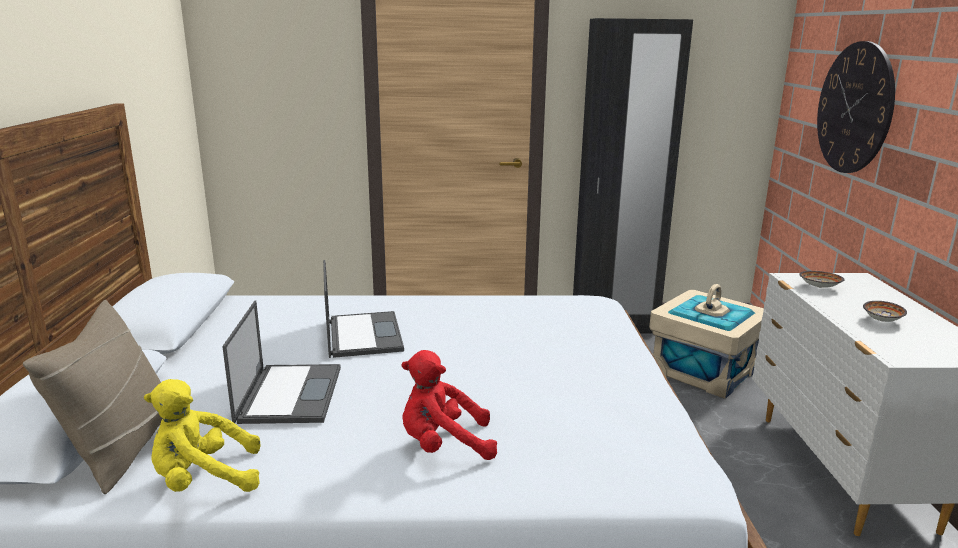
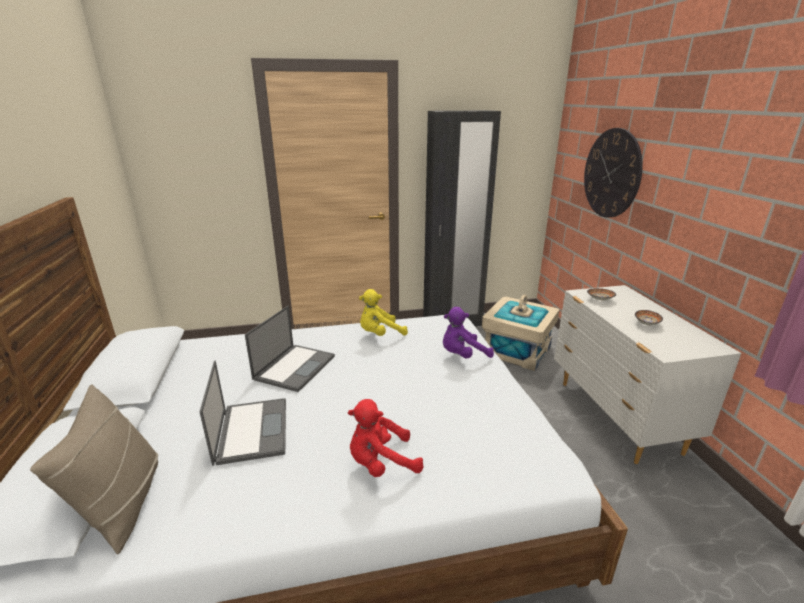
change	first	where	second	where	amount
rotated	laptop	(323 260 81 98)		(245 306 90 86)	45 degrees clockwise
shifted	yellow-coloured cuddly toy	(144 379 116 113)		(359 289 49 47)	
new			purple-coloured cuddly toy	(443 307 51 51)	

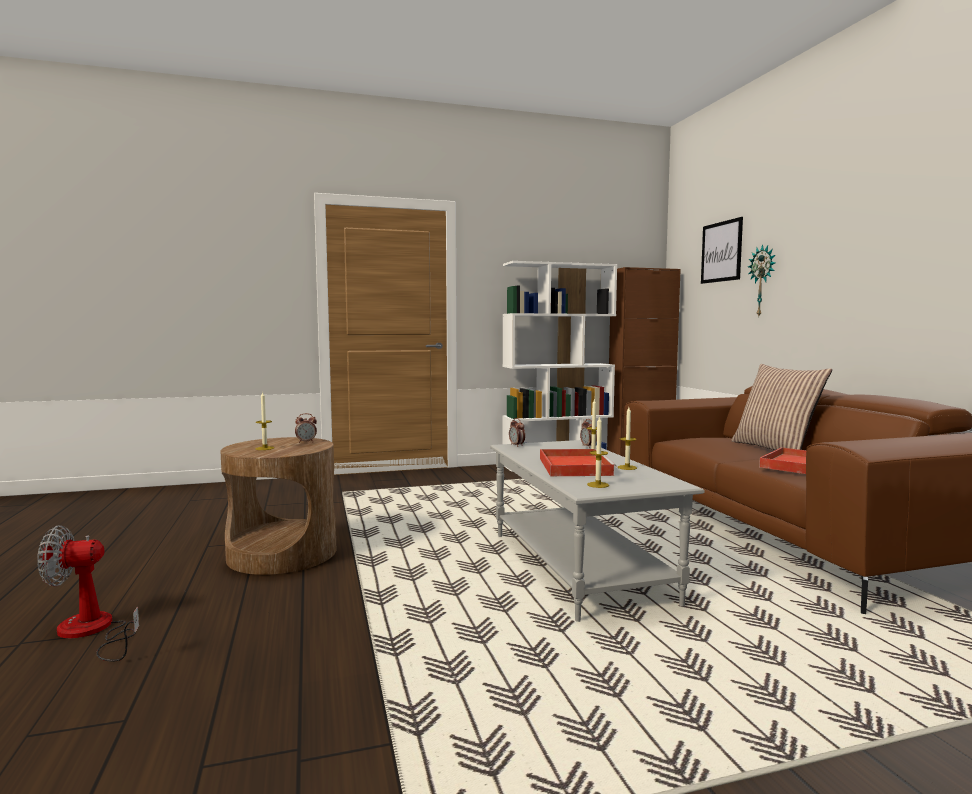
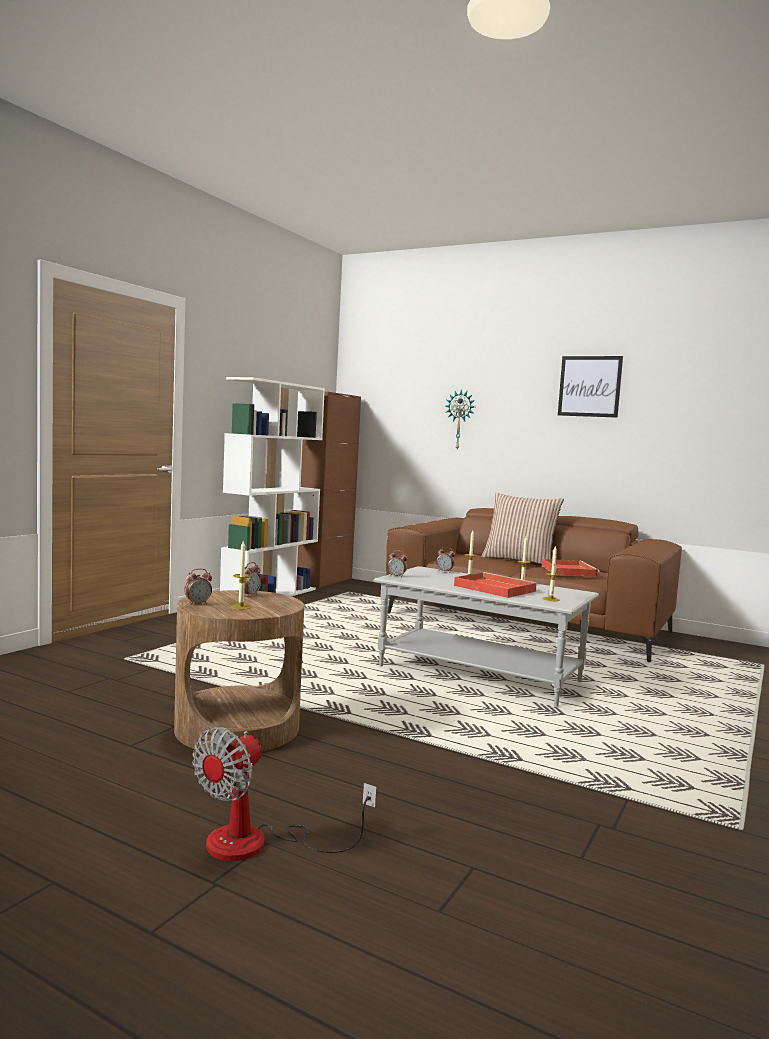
change	first	where	second	where	amount
new			bedside clock	(184 568 28 37)	
shifted	wall picture	(701 217 42 67)		(558 356 65 62)	

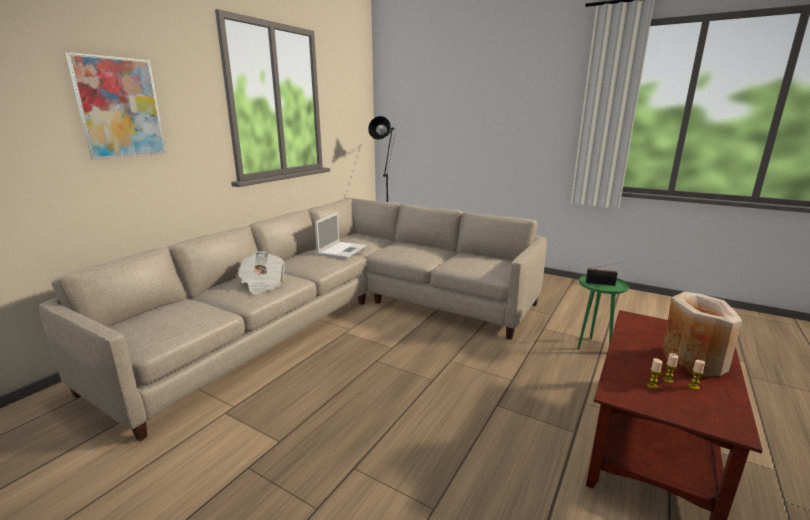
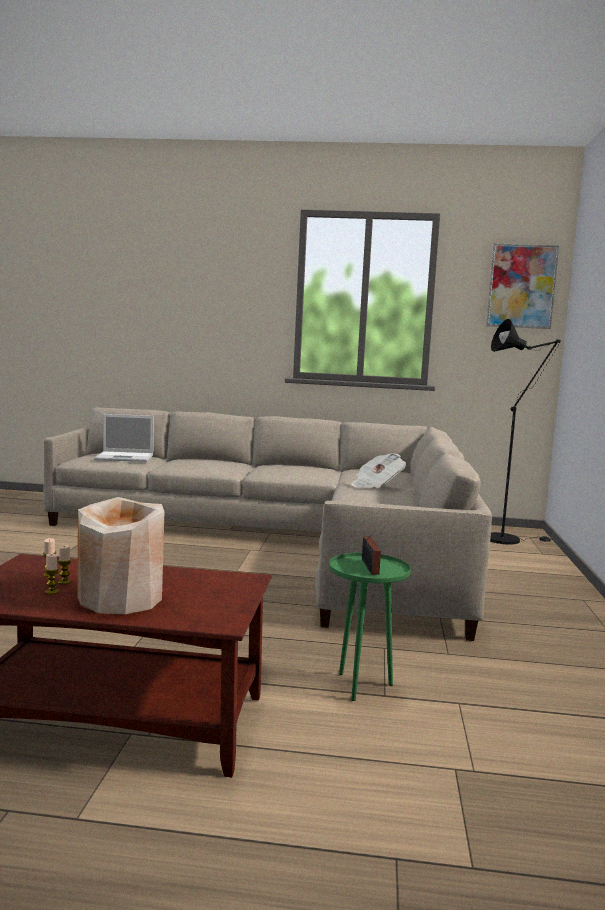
change	first	where	second	where	amount
shifted	laptop	(315 212 52 47)		(94 414 60 48)	
shifted	printed paper	(237 251 48 43)		(351 453 55 35)	
shifted	wall picture	(66 52 100 108)		(486 244 73 85)	

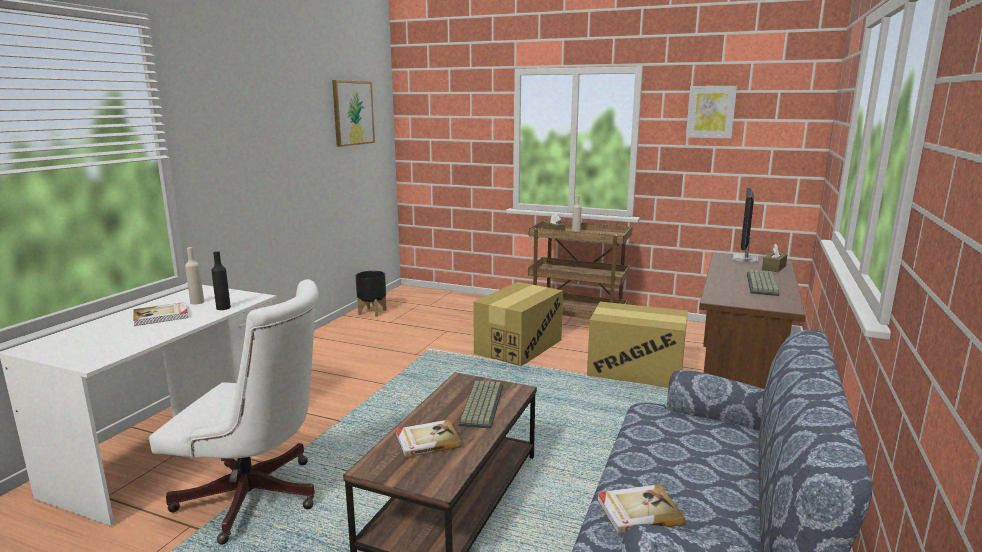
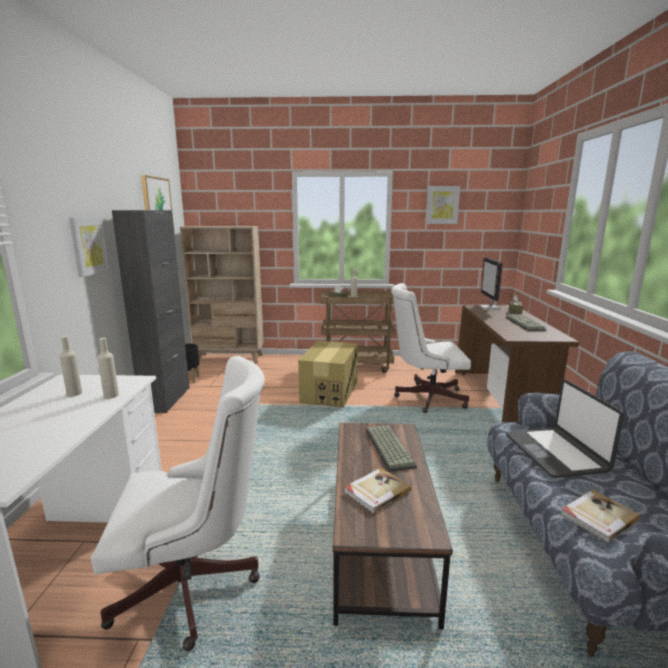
change	first	where	second	where	amount
new			wall picture	(69 217 41 60)	
repainted	black-coloured bottle	(211 251 20 59)	beige bottle	(98 338 21 61)	
new			black-coloured cupboard	(112 210 78 203)	
new			beige shelving unit	(180 226 84 138)	
swapped	packing box	(587 302 101 86)	white-coloured desk chair	(391 283 80 130)	
new			laptop	(506 379 118 99)	
gone	volume	(133 302 55 24)			

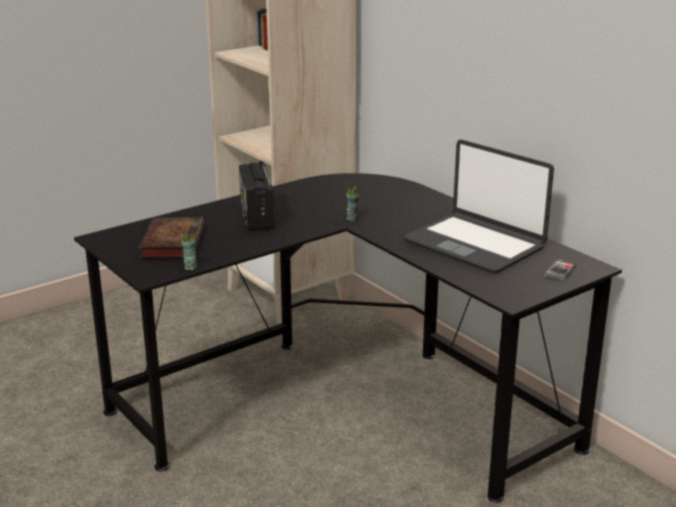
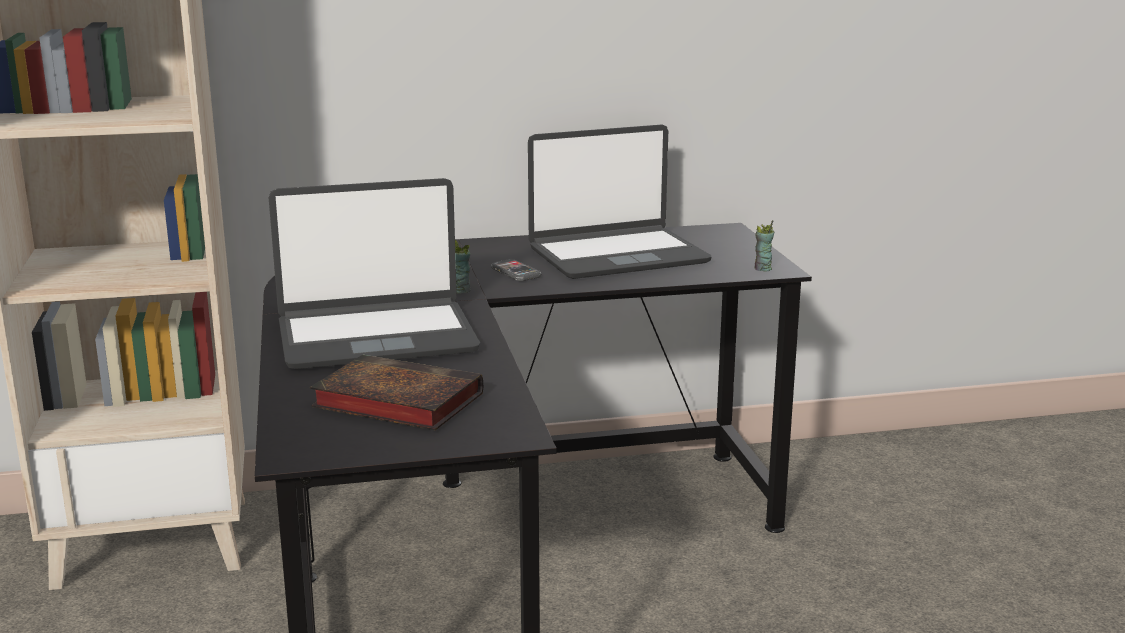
change	first	where	second	where	amount
swapped	radio	(239 162 35 69)	laptop	(269 178 211 191)	
shifted	handset	(543 259 34 22)		(491 259 50 22)	
shifted	drinking cup	(181 233 16 37)		(755 220 19 51)	

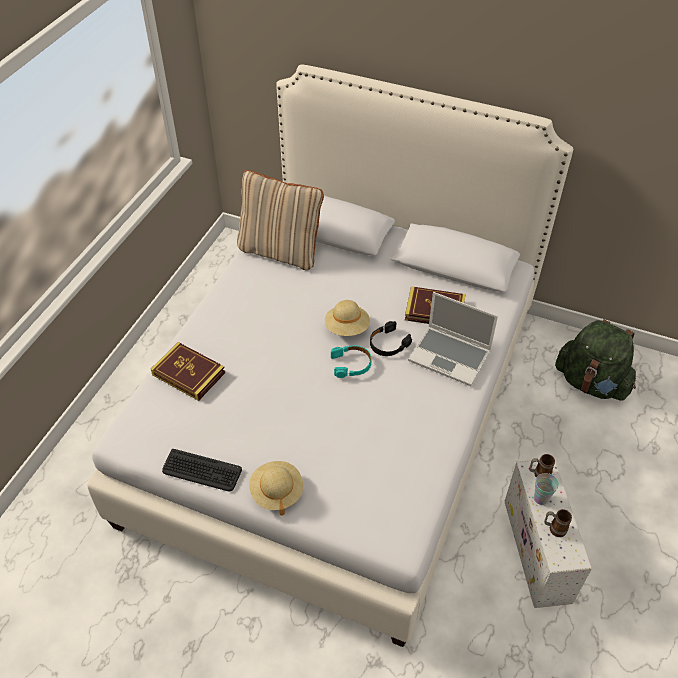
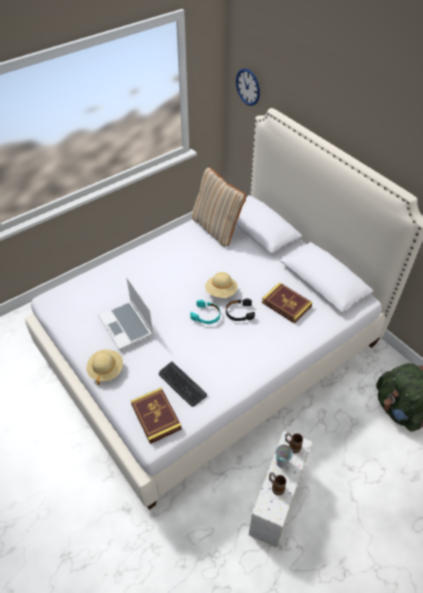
change	first	where	second	where	amount
shifted	laptop	(408 292 90 94)		(98 277 55 73)	
shifted	volume	(151 342 74 59)		(131 388 51 56)	
shifted	keyboard	(162 449 80 42)		(159 362 48 45)	
new			wall clock	(236 68 24 38)	

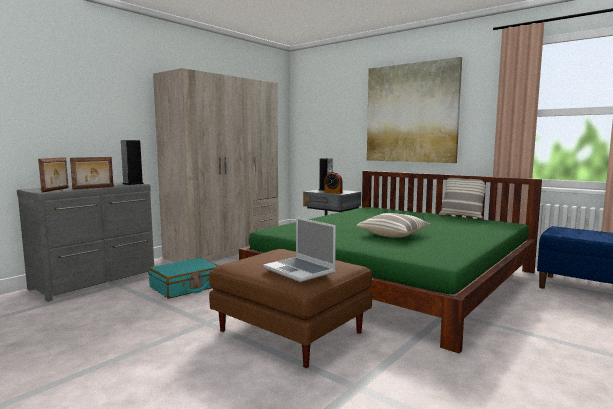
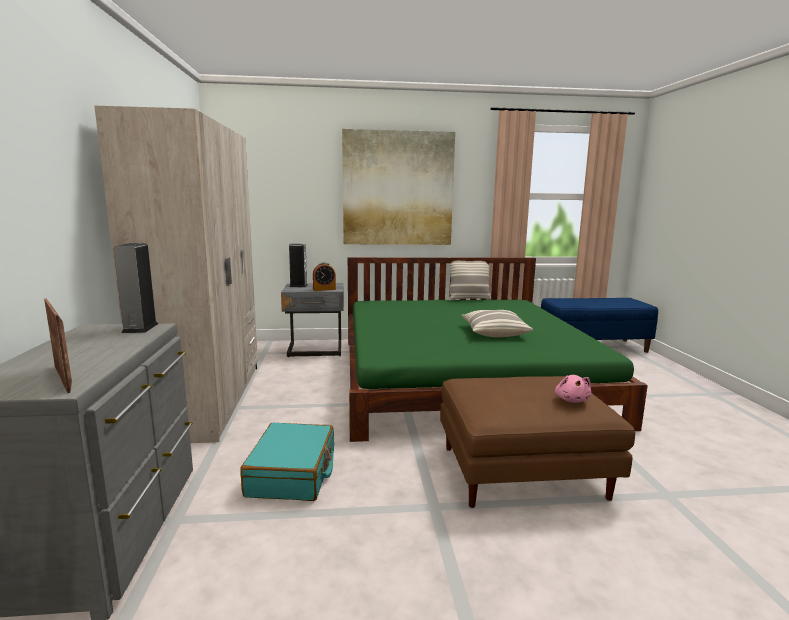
change	first	where	second	where	amount
swapped	laptop	(263 217 73 65)	pink cuddly toy	(555 375 36 28)	
gone	standing frame	(70 157 44 33)			

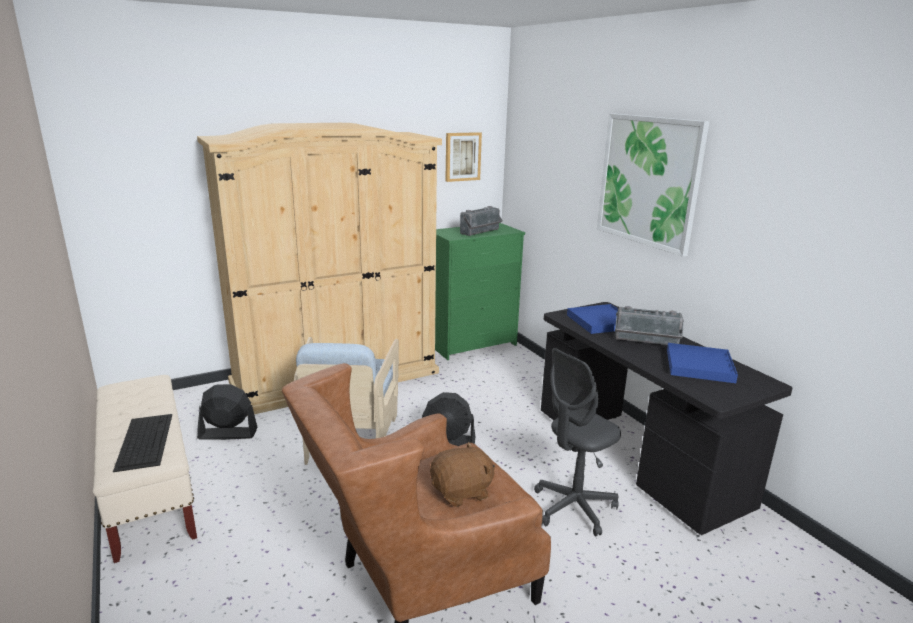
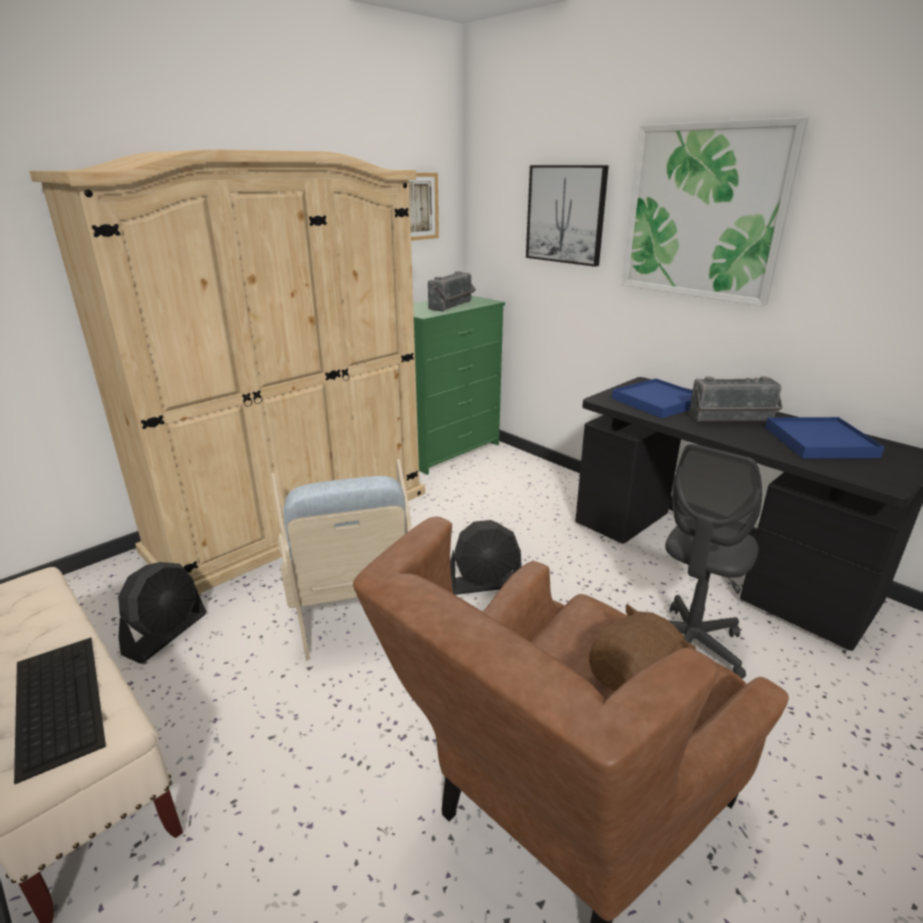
change	first	where	second	where	amount
rotated	black-coloured fan	(197 384 61 56)		(118 562 89 102)	135 degrees clockwise
new			wall picture	(526 165 83 102)	

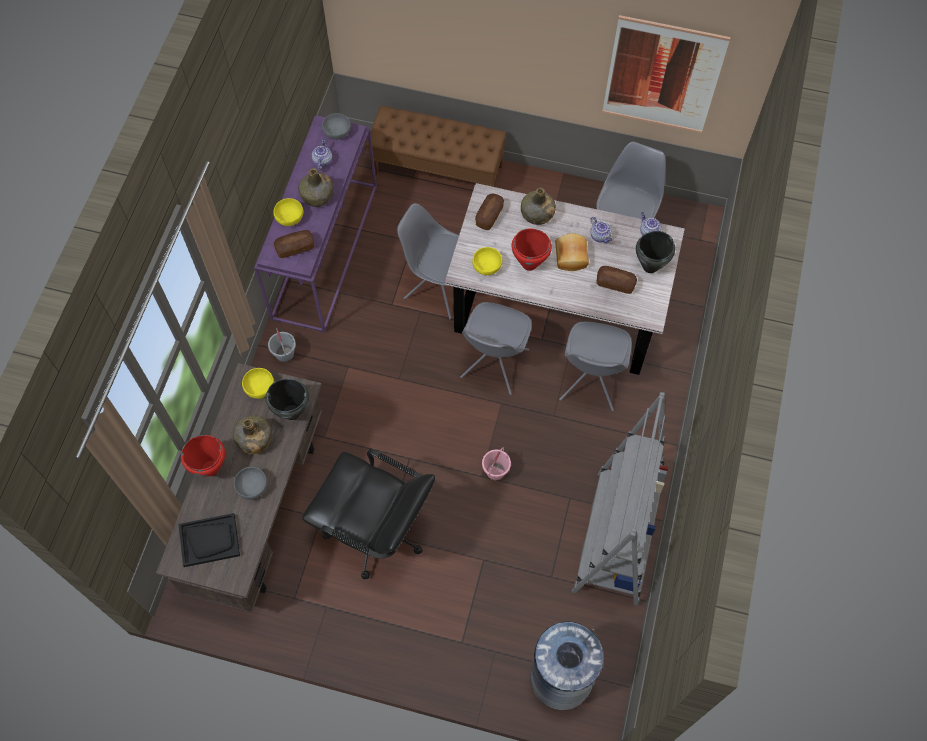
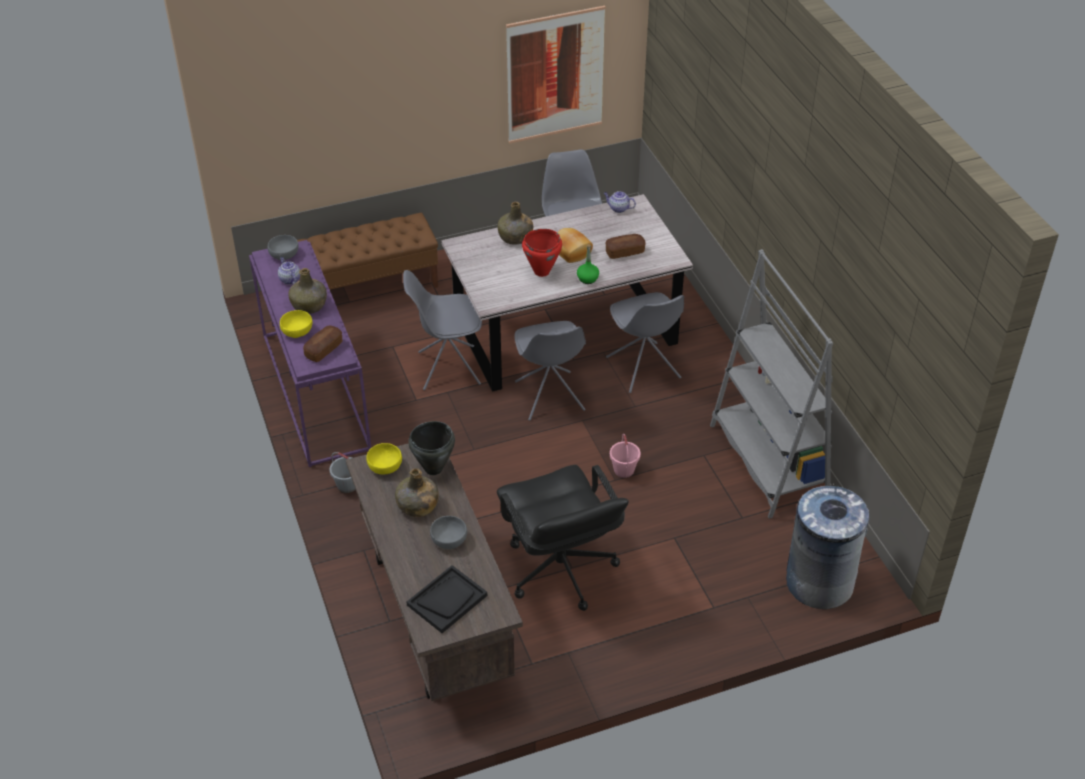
change	first	where	second	where	amount
rotated	black-coloured desk chair	(302 448 133 131)		(497 465 132 146)	75 degrees clockwise
new			green-coloured bottle	(577 244 22 40)	
gone	reddish cooking pot	(181 435 44 41)			
gone	yellow-coloured serving bowl	(472 247 30 28)			
gone	bread	(475 194 29 36)			
gone	teapot	(591 217 21 26)			
gone	black-coloured cooking pot	(636 231 39 42)			

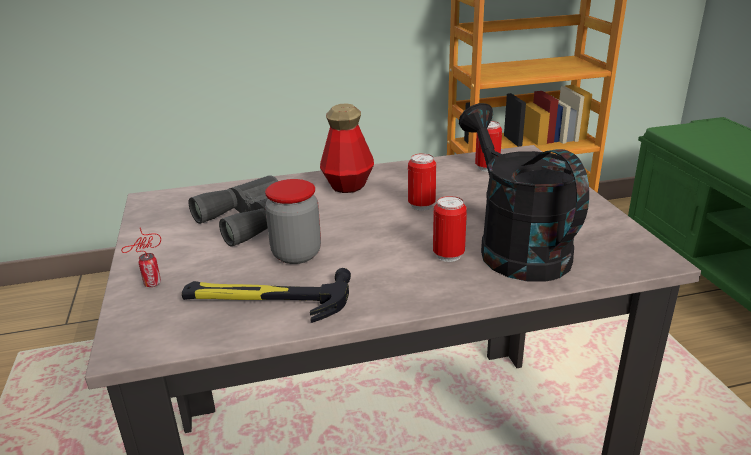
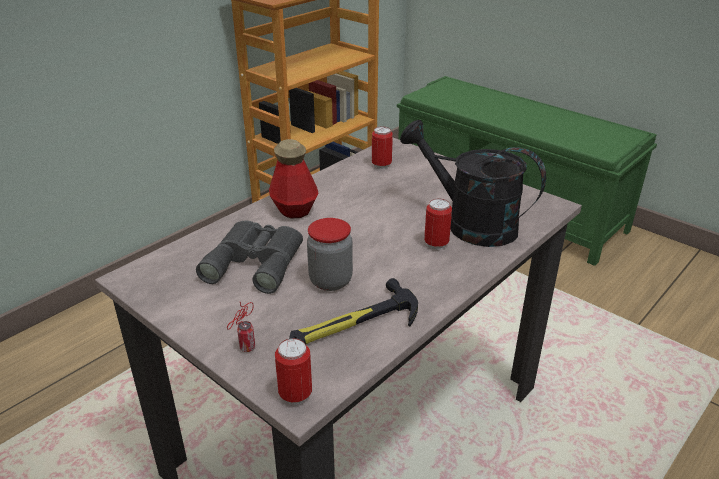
change	first	where	second	where	amount
shifted	sealed can	(408 153 28 58)		(275 338 37 67)	

